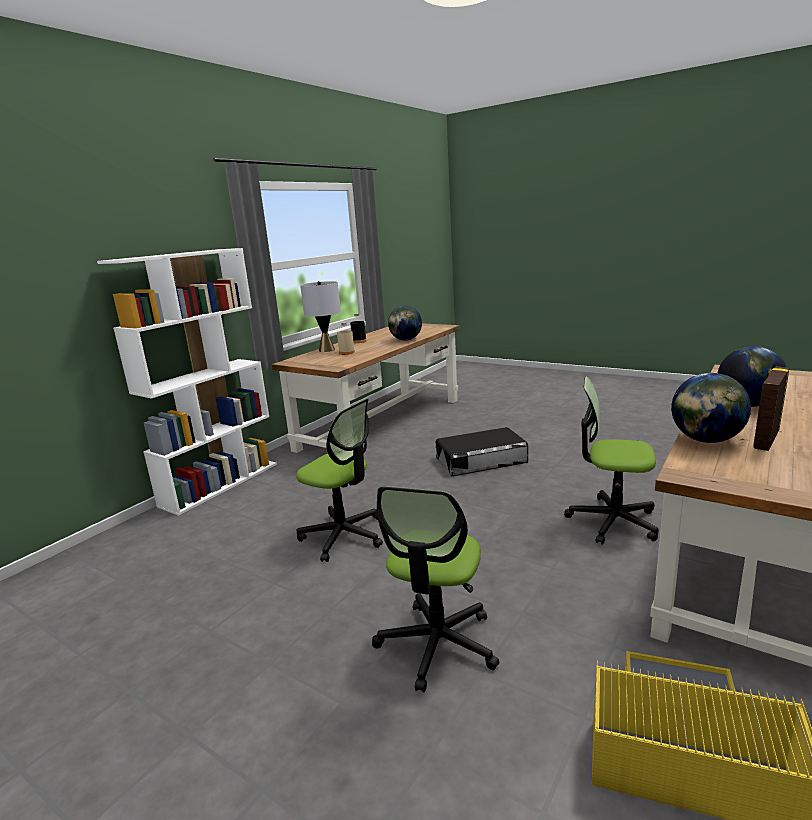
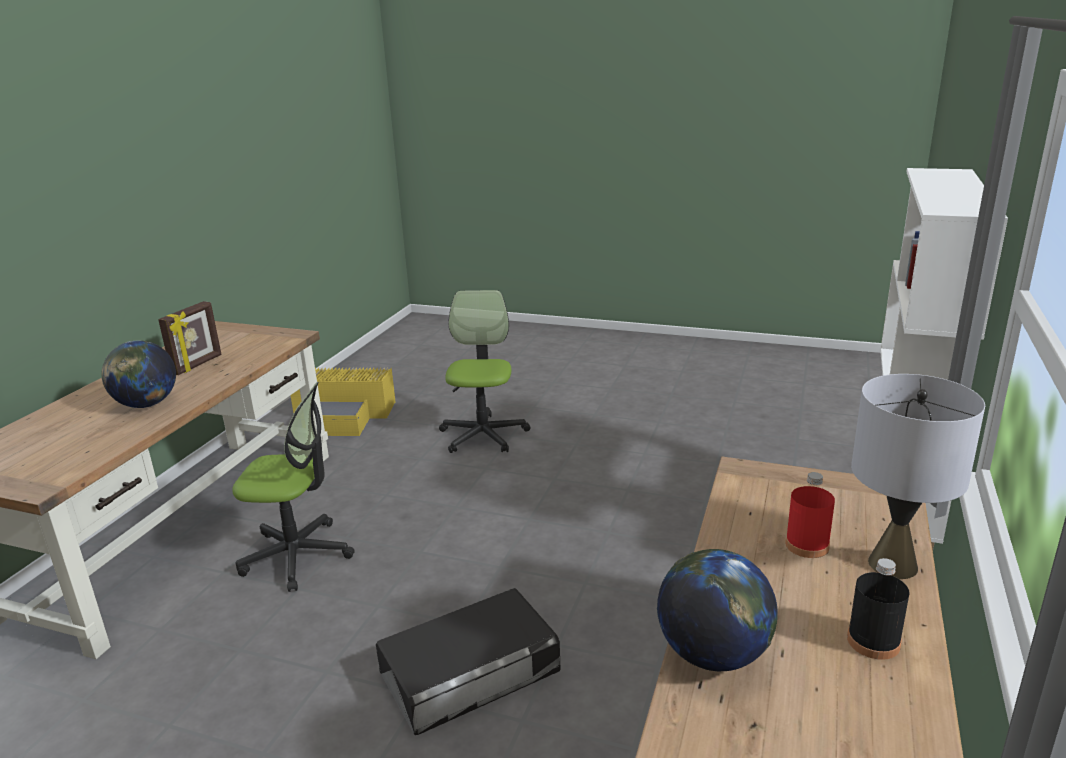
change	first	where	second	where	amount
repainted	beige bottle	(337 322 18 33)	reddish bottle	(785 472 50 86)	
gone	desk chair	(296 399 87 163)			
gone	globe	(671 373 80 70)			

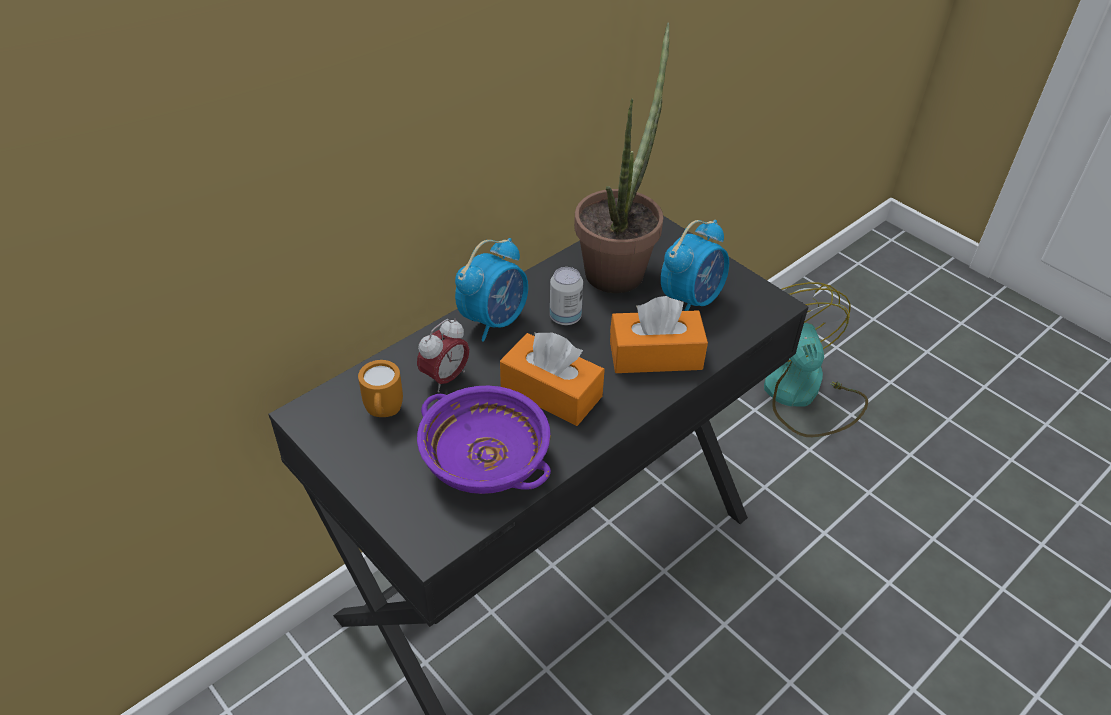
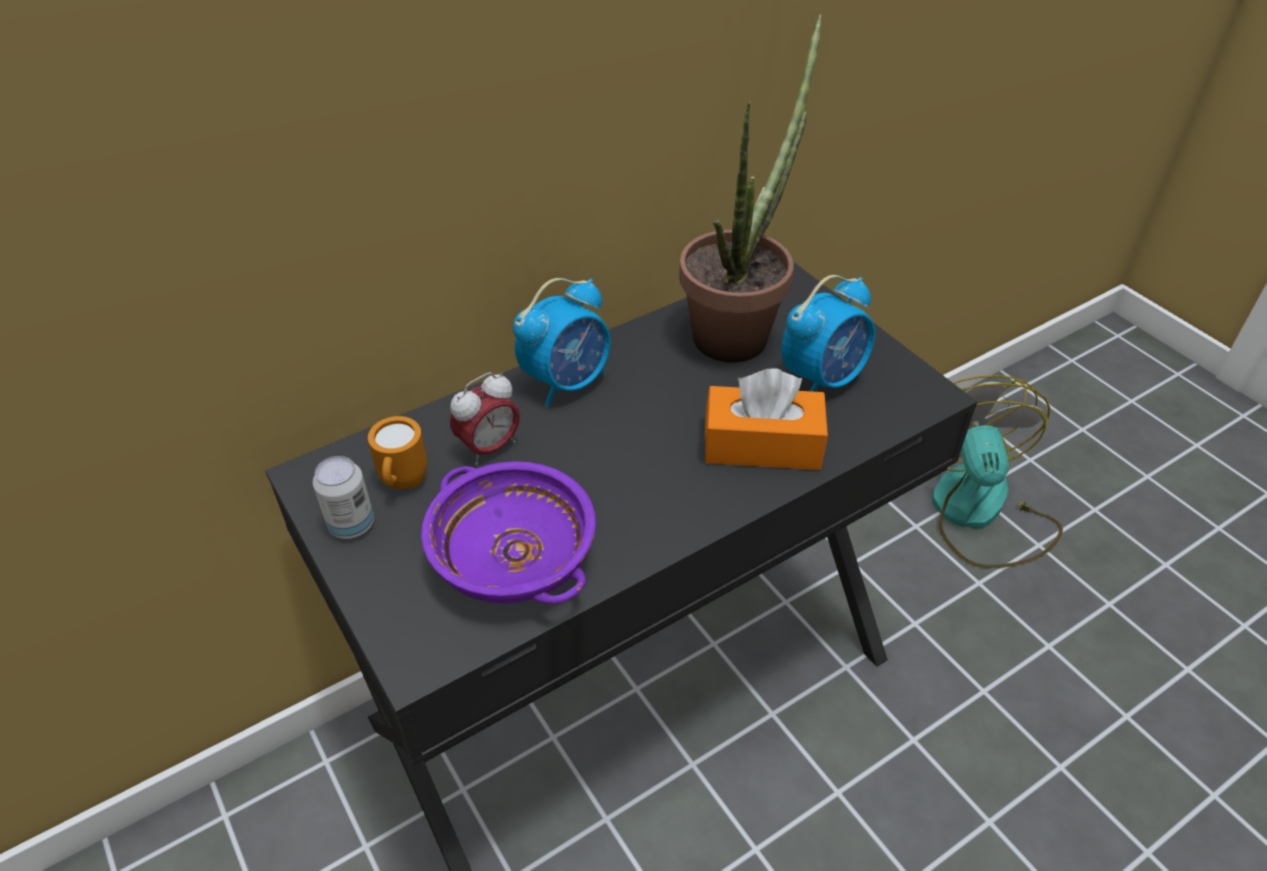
change	first	where	second	where	amount
shifted	sealed can	(550 267 33 58)		(313 456 61 83)	
gone	orange-coloured tissue box	(500 332 105 94)			

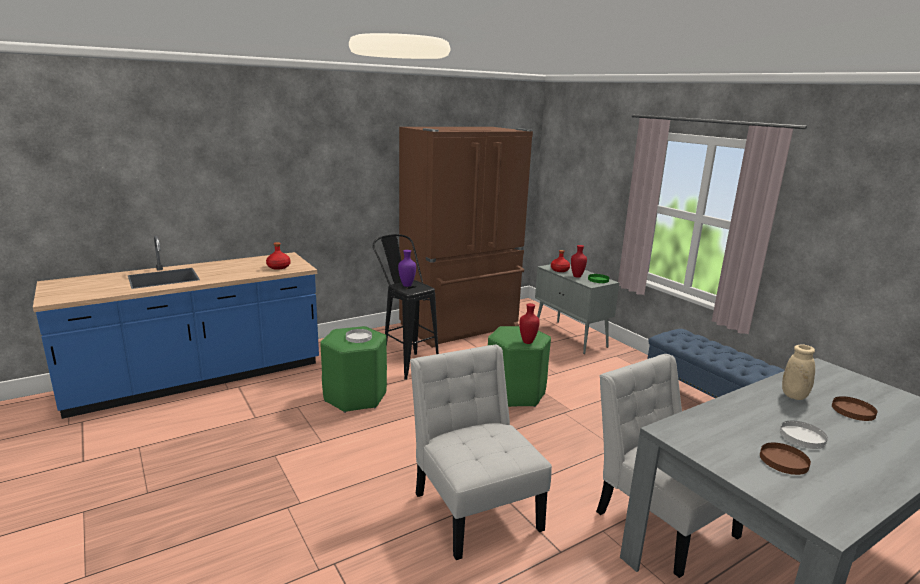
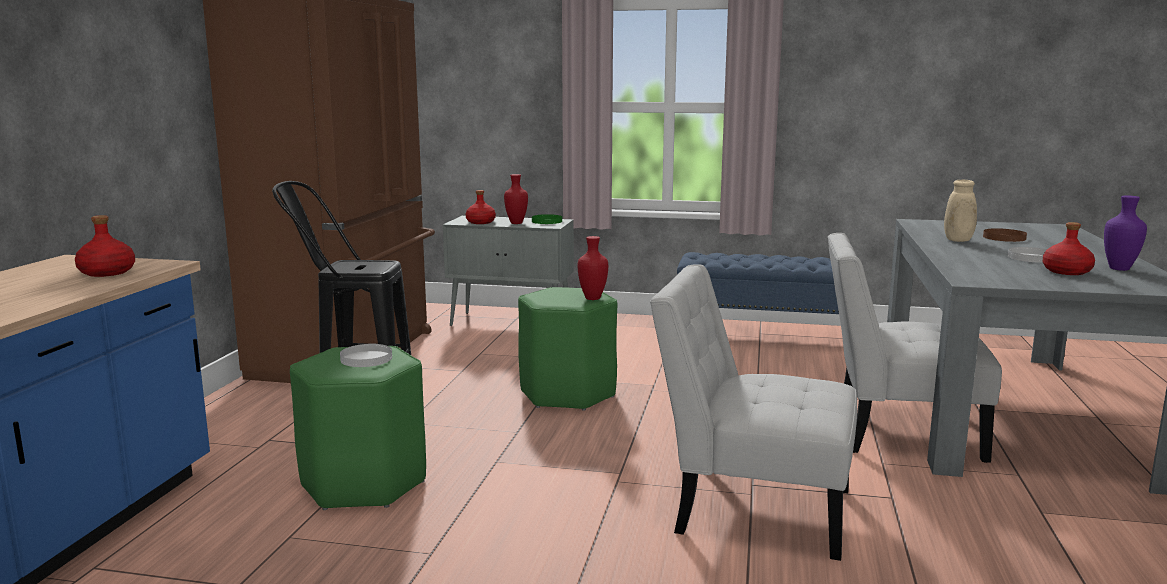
change	first	where	second	where	amount
swapped	brown dinner plate	(760 443 51 32)	reddish bottle	(1043 222 52 53)	
shifted	purple-coloured vase	(398 250 18 37)		(1104 195 43 76)	

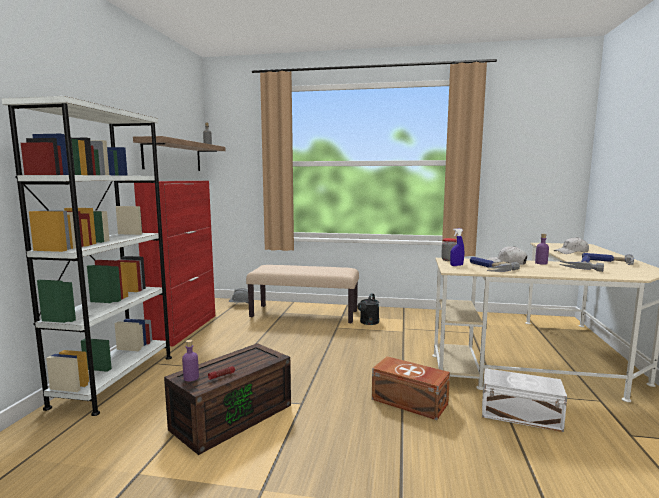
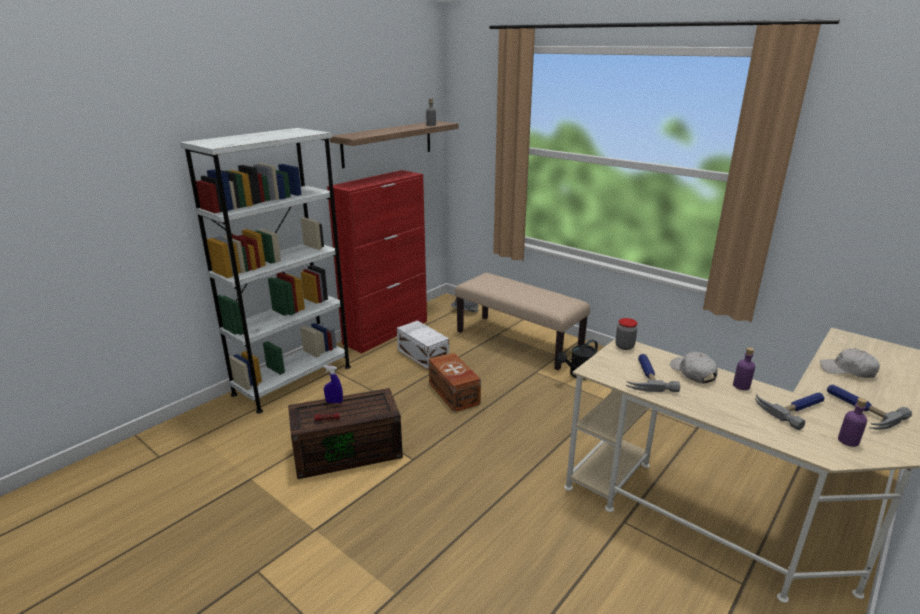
change	first	where	second	where	amount
shifted	blue hand sprayer	(450 228 14 38)		(324 366 19 37)	
shifted	white-coloured storage bin	(482 368 85 64)		(397 321 52 49)	
shifted	brown storage bin	(372 356 78 64)		(428 353 53 59)	
shifted	purple-coloured bottle	(182 340 17 41)		(838 398 29 49)	

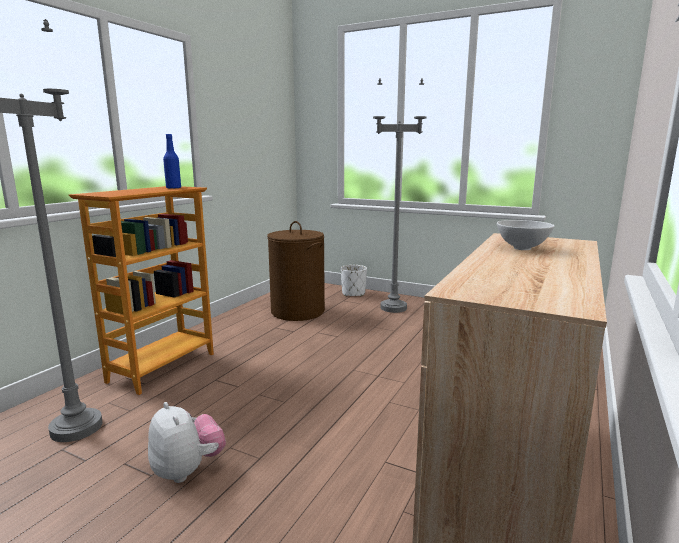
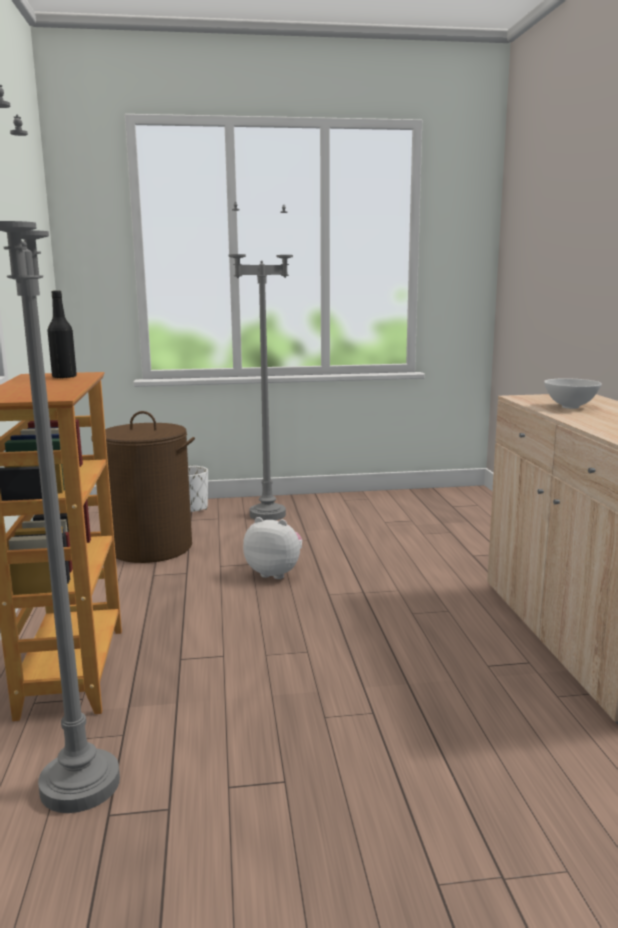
change	first	where	second	where	amount
repainted	blue bottle	(163 134 18 55)	black-coloured bottle	(48 290 29 88)	
shifted	cuddly toy	(148 402 78 81)		(243 517 59 62)	

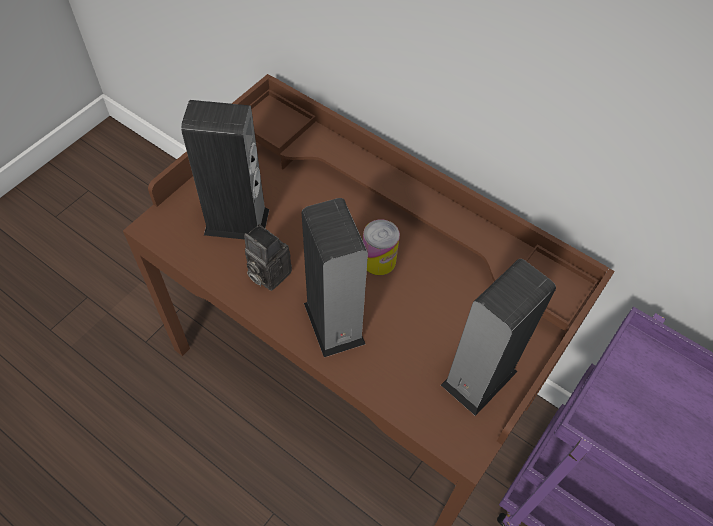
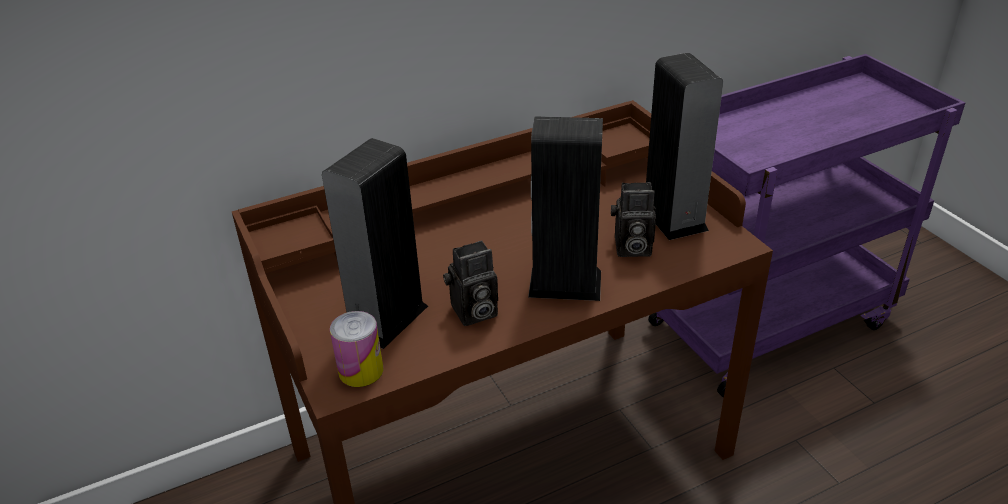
change	first	where	second	where	amount
shifted	sealed can	(363 219 37 56)		(330 311 53 76)	
new			photo camera	(611 182 45 75)	

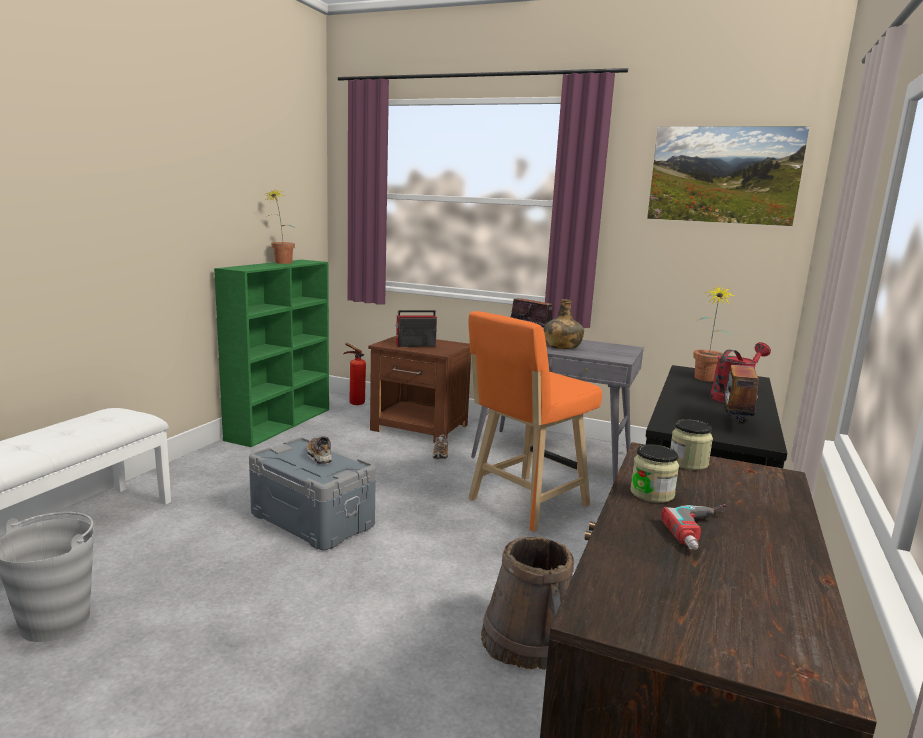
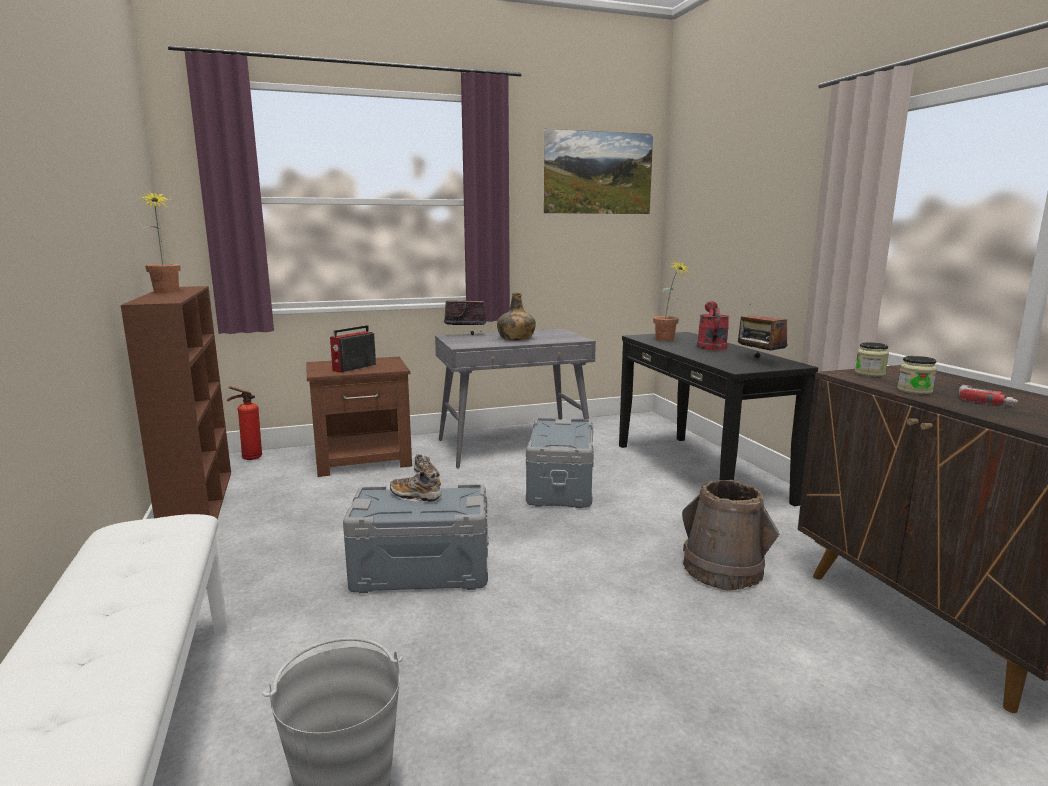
change	first	where	second	where	amount
repainted	green-coloured shelving unit	(214 260 115 187)	brown shelving unit	(121 286 110 233)	
swapped	orange-coloured stool seat	(468 311 134 221)	gray storage bin	(526 418 68 90)	

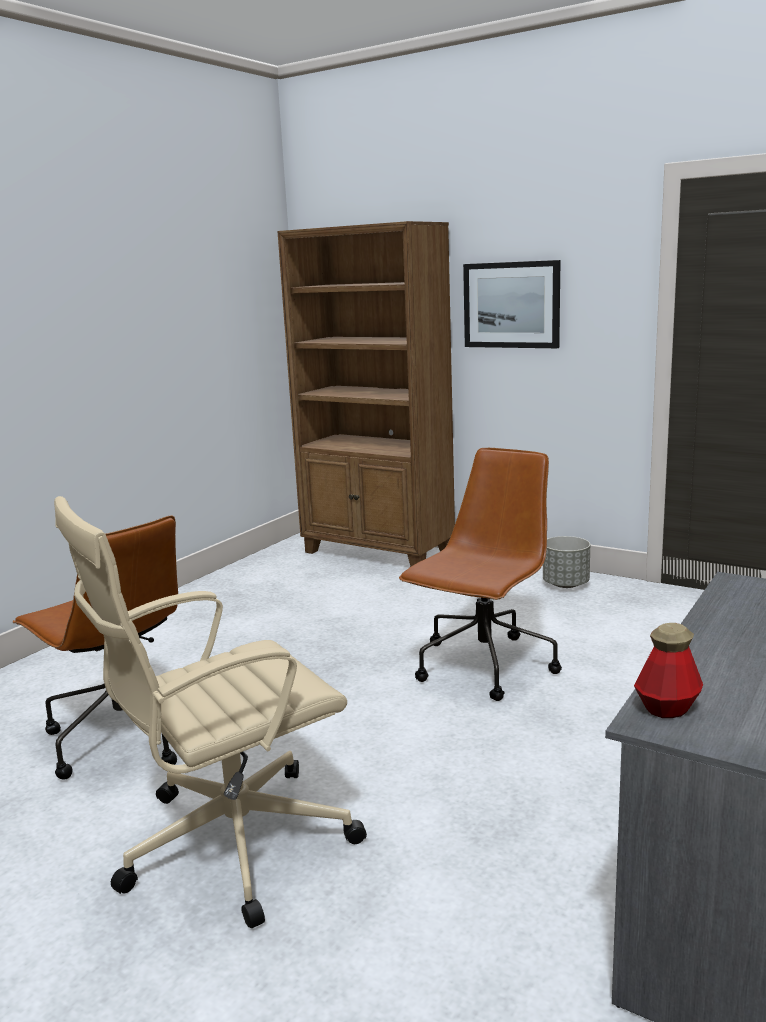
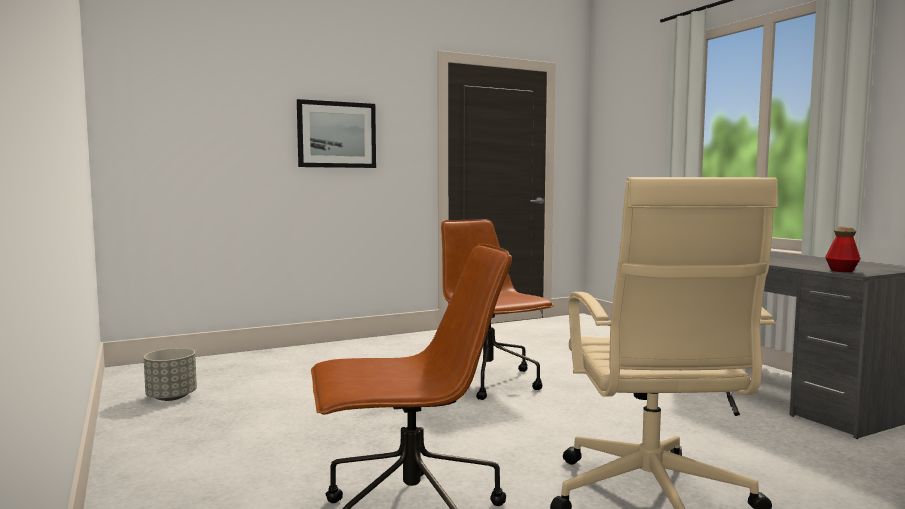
change	first	where	second	where	amount
shifted	gray planter	(543 536 47 52)		(144 348 53 53)	
gone	brown shelving unit	(277 221 178 346)			

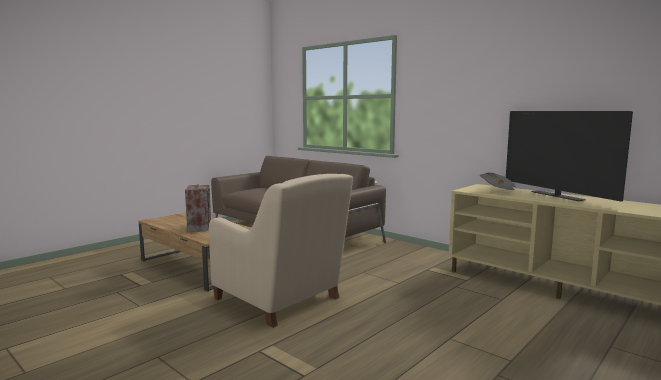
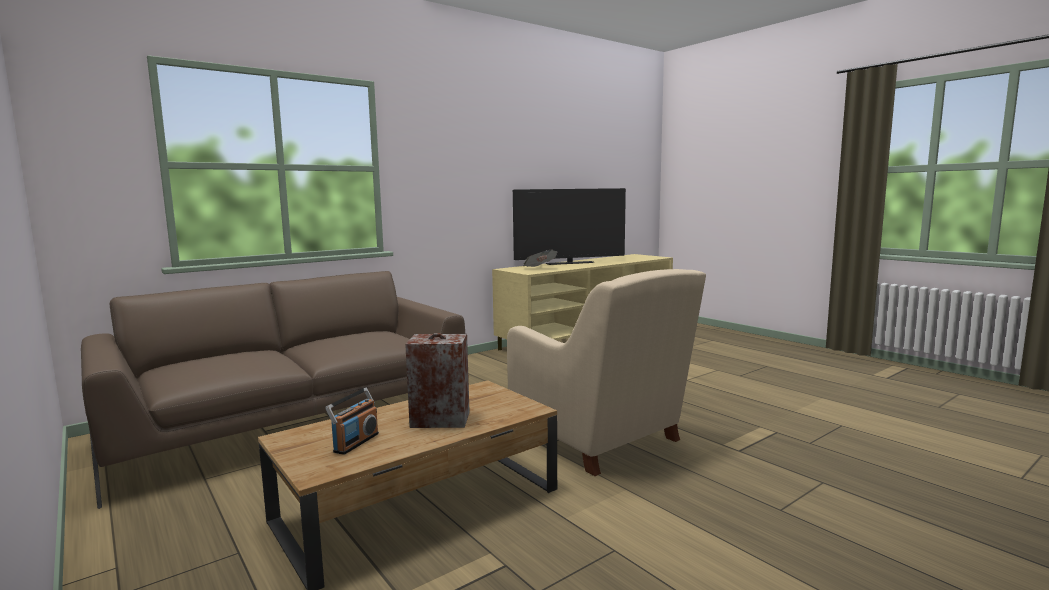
change	first	where	second	where	amount
new			radio	(325 388 54 67)	
rotated	beige armchair	(209 174 144 154)		(507 269 199 207)	90 degrees clockwise

